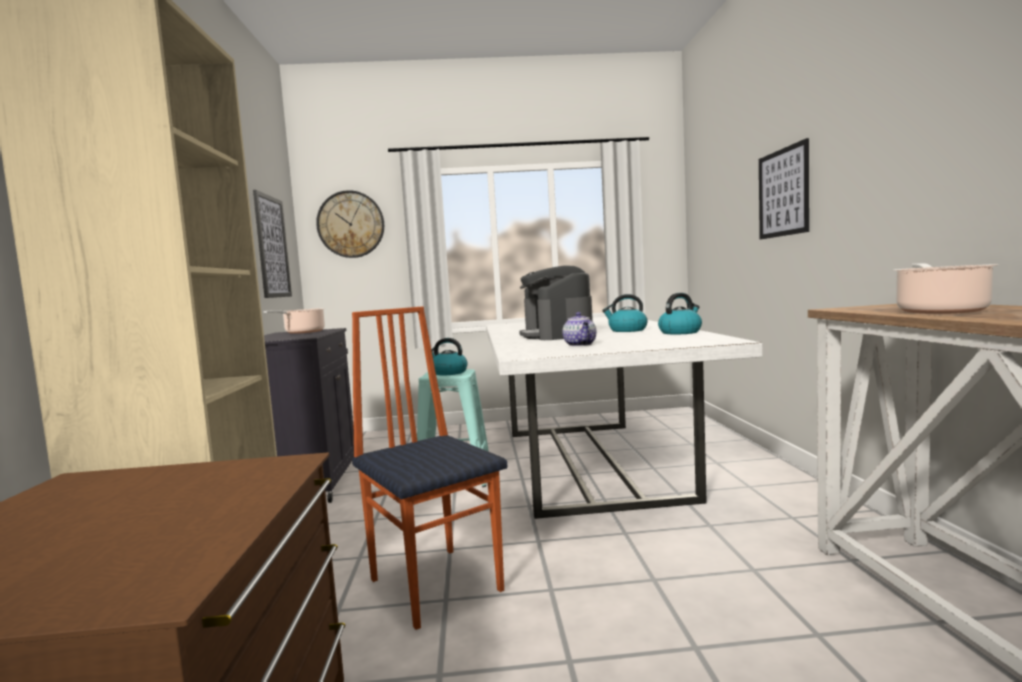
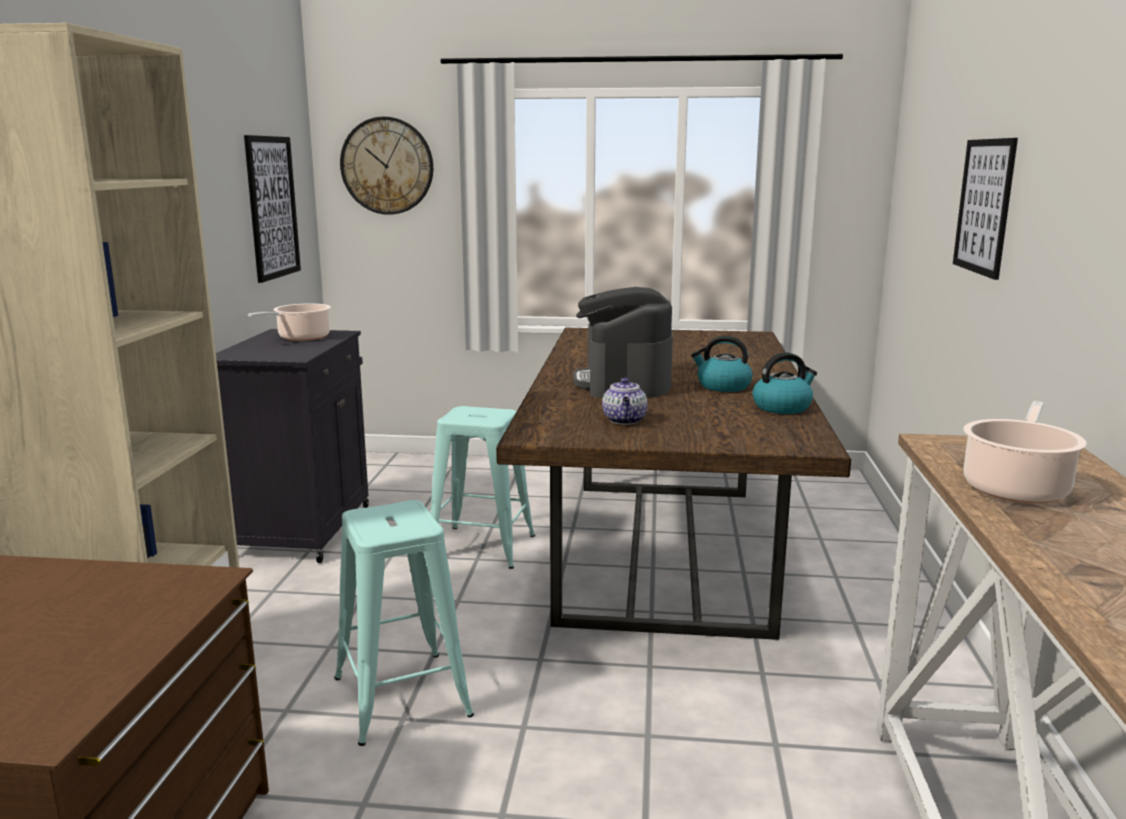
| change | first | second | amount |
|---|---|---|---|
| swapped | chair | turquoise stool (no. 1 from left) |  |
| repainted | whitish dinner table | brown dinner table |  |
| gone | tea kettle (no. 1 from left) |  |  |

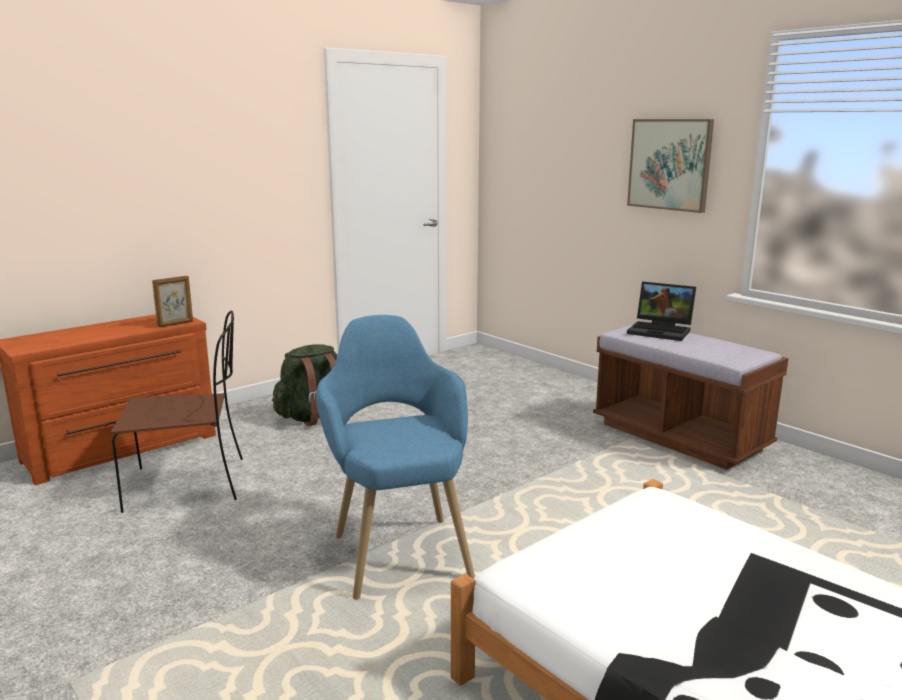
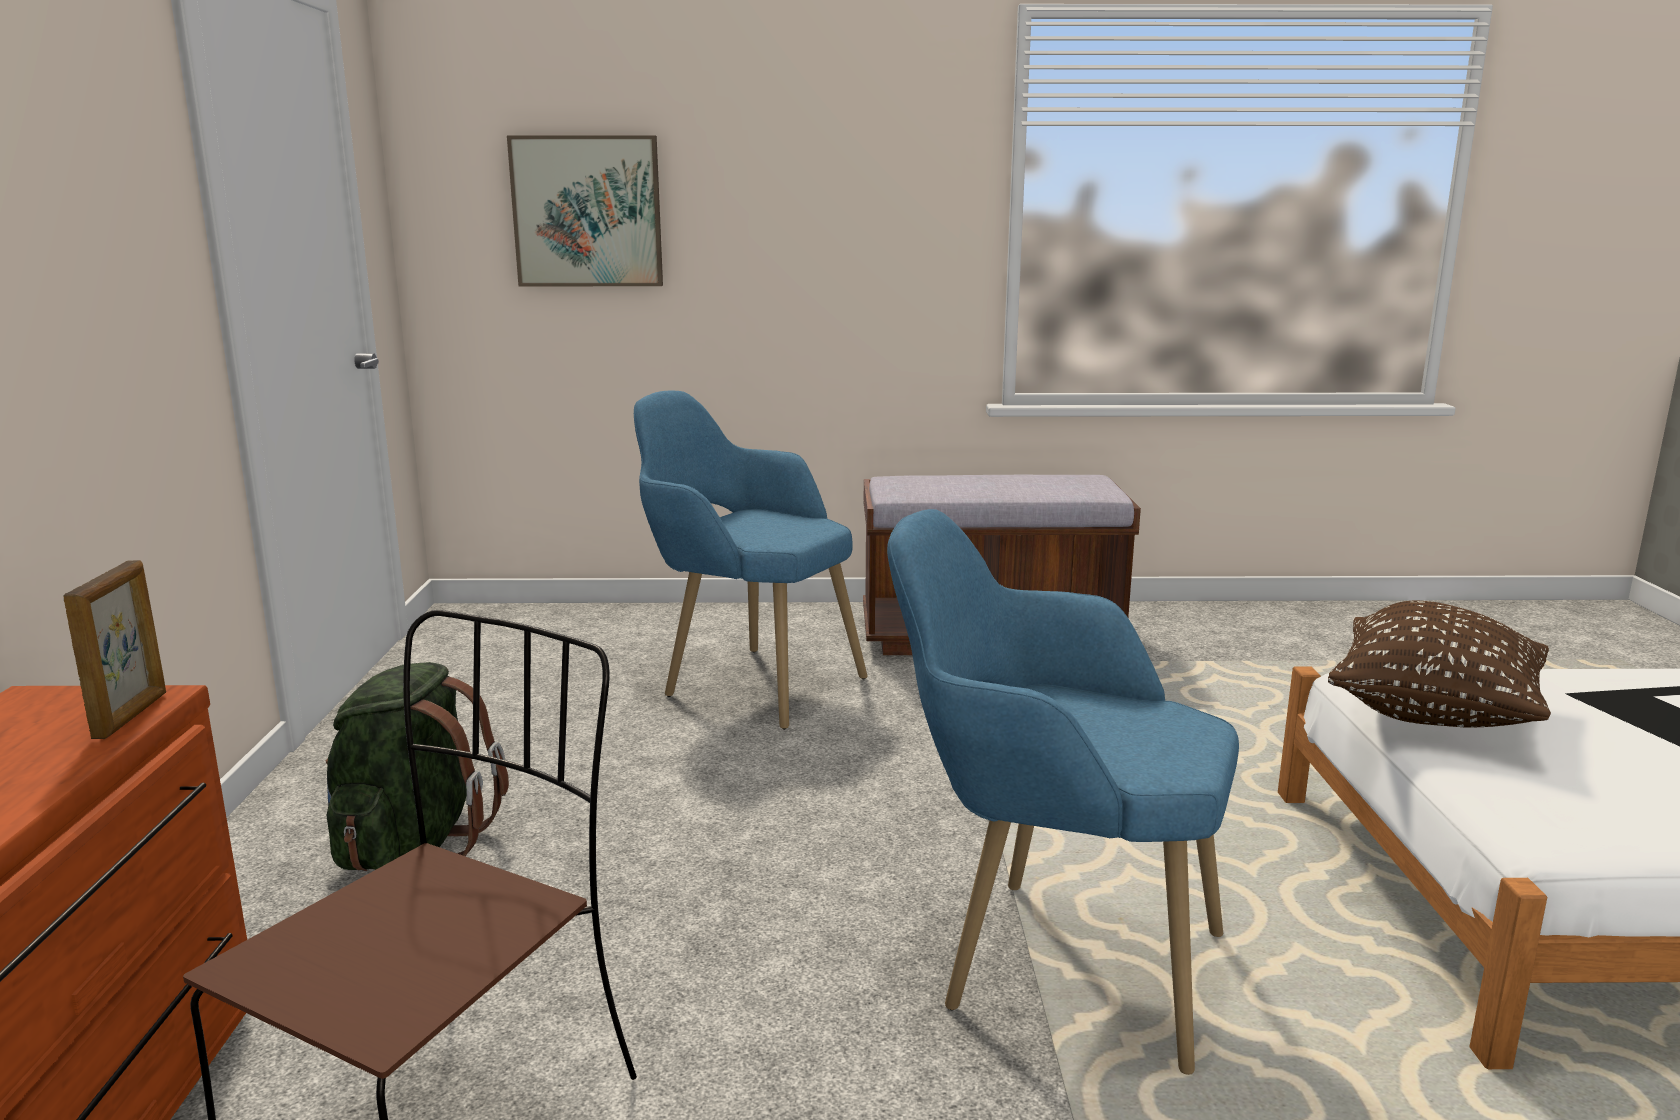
| change | first | second | amount |
|---|---|---|---|
| shifted | wall picture |  |  |
| new |  | blue-coloured armchair (no. 1 from left) |  |
| new |  | brown pillow |  |
| gone | portable computer |  |  |

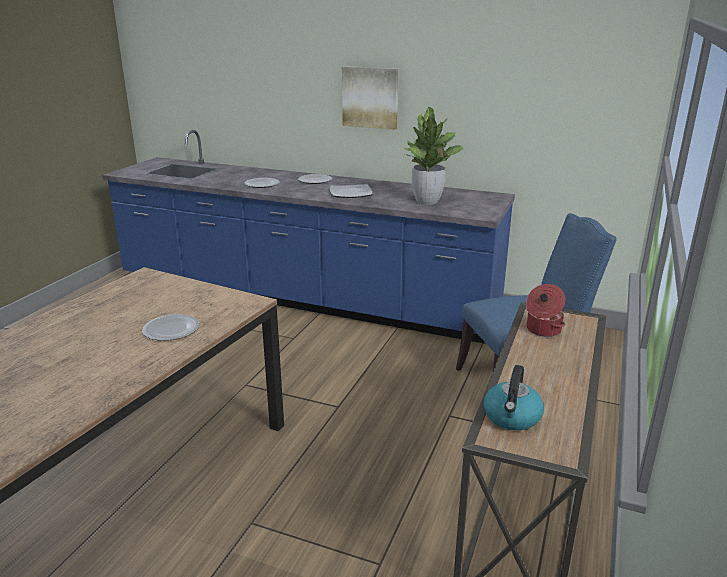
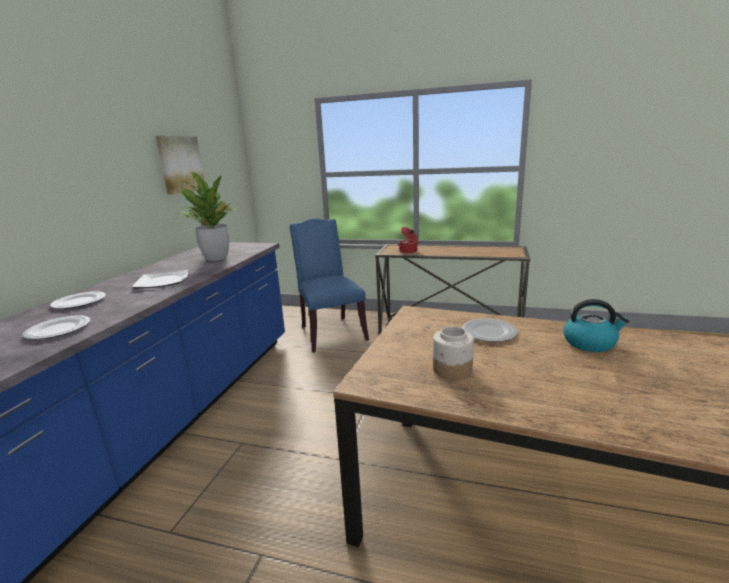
| change | first | second | amount |
|---|---|---|---|
| shifted | wall picture |  |  |
| new |  | jar |  |
| shifted | tea kettle |  |  |

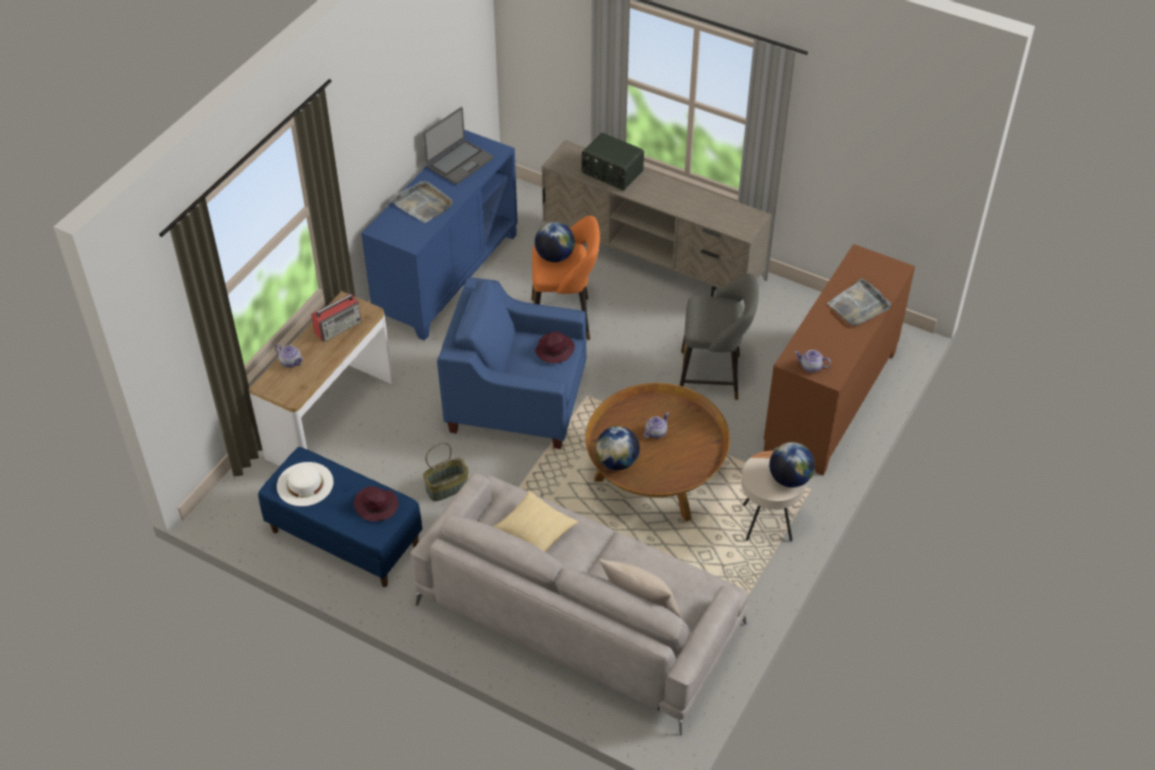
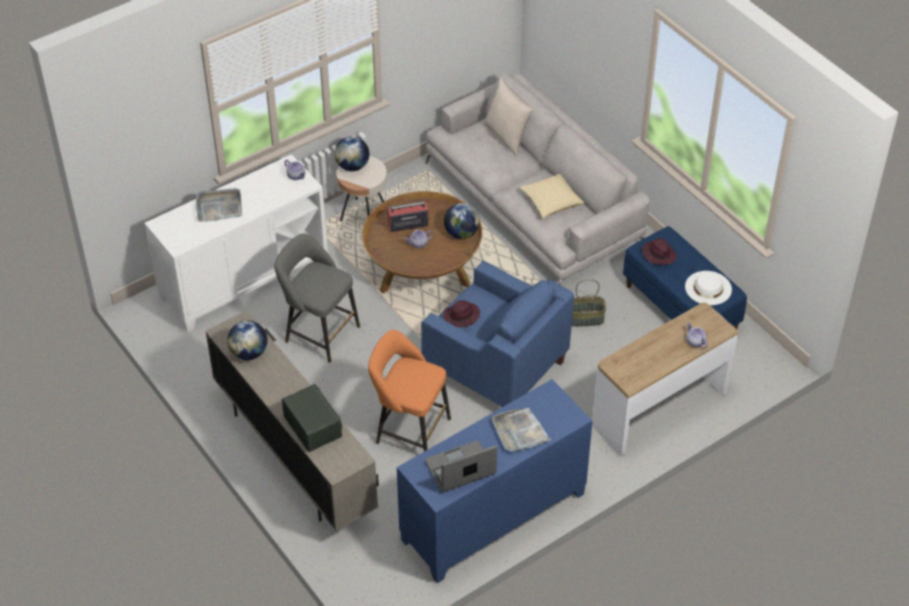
| change | first | second | amount |
|---|---|---|---|
| repainted | brown cupboard | whitish cupboard |  |
| shifted | globe (no. 1 from left) |  |  |
| shifted | radio (no. 1 from left in the first image) | radio (no. 2 from left) |  |

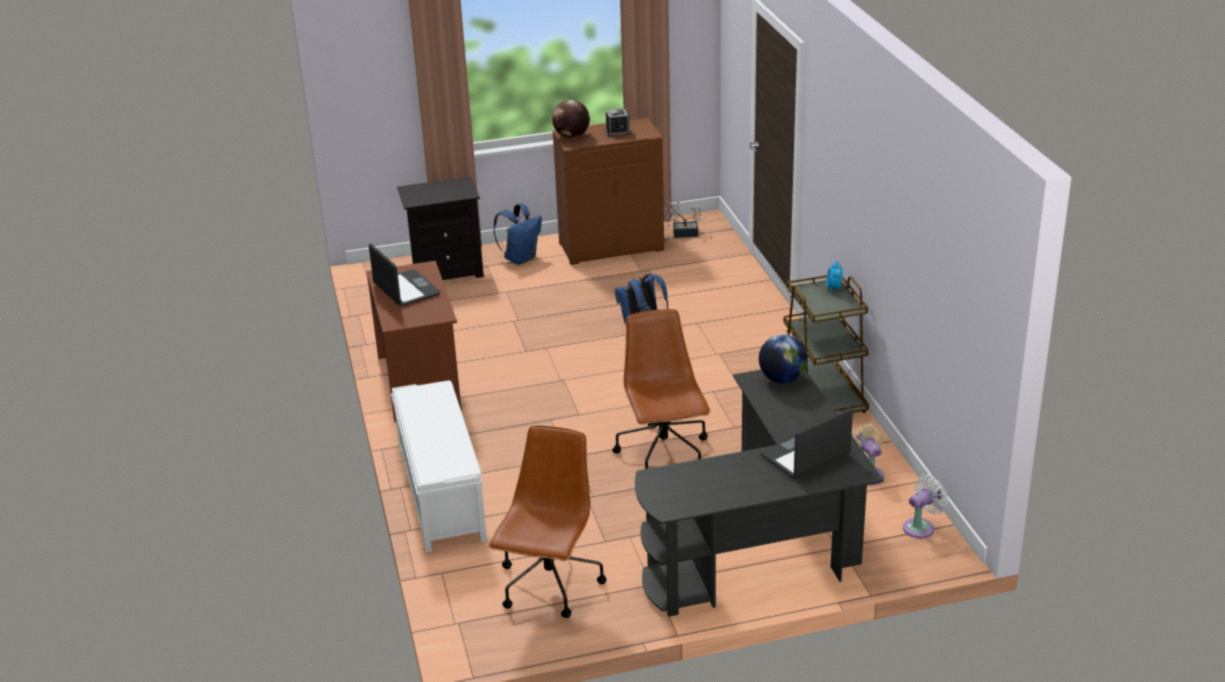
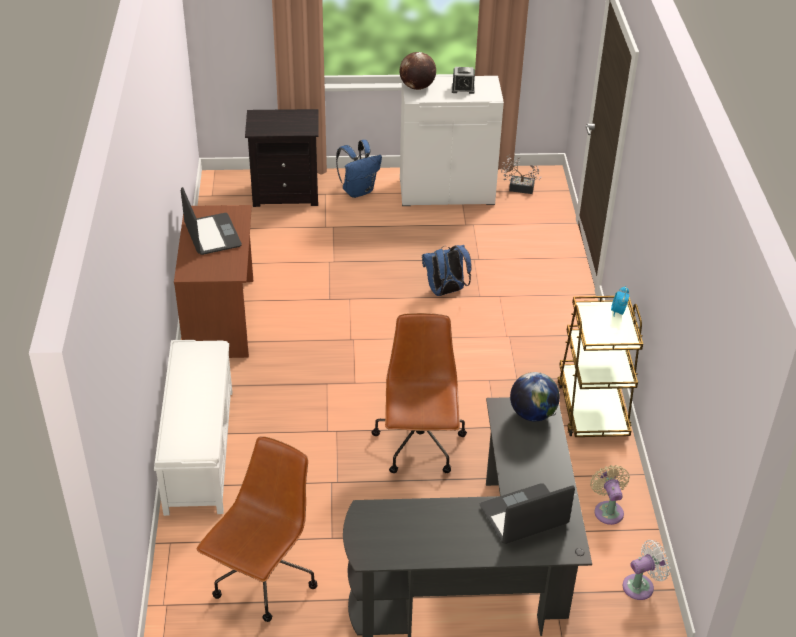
| change | first | second | amount |
|---|---|---|---|
| repainted | brown cupboard | whitish cupboard |  |

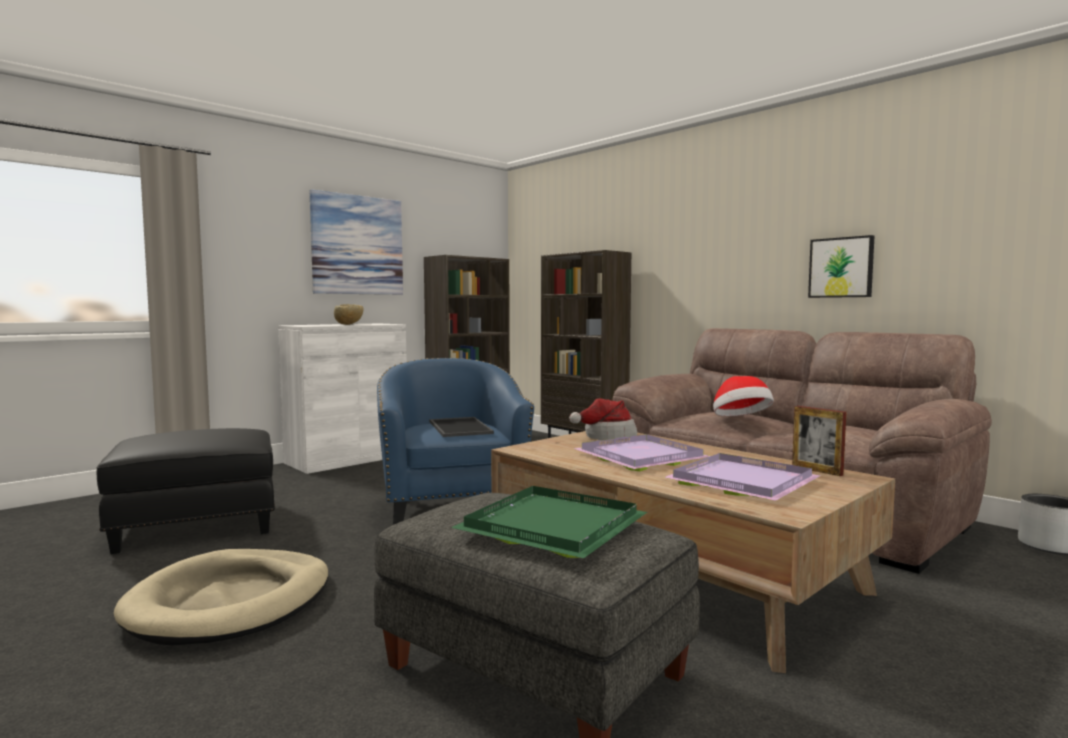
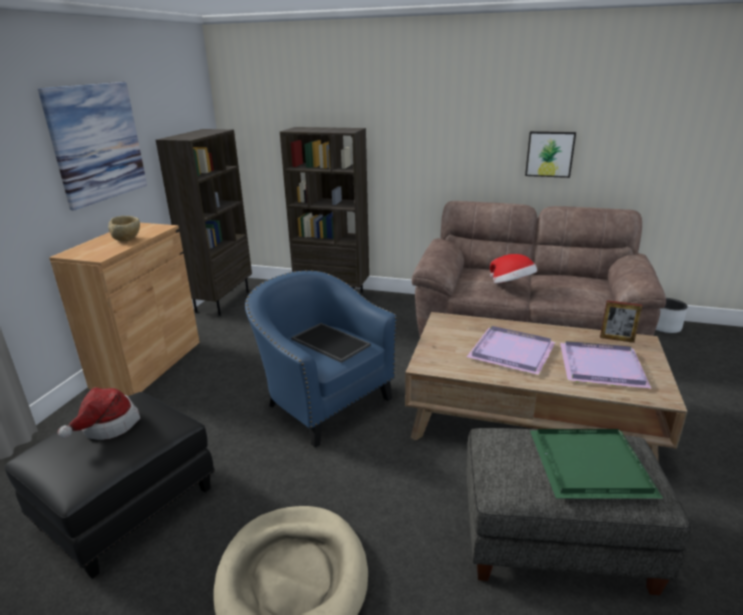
| change | first | second | amount |
|---|---|---|---|
| repainted | whitish cupboard | brown cupboard |  |
| shifted | wearable hat (no. 1 from left) |  |  |

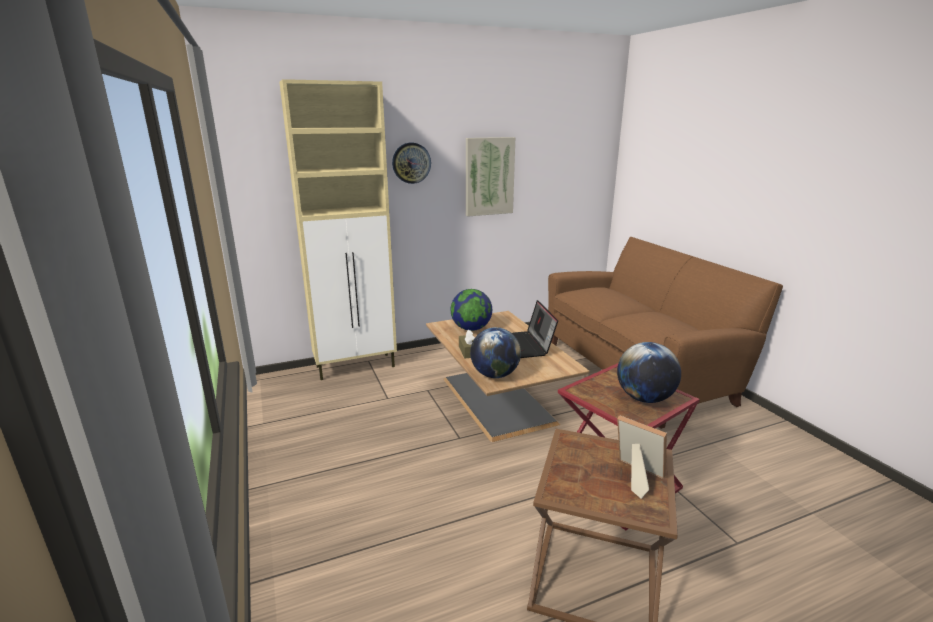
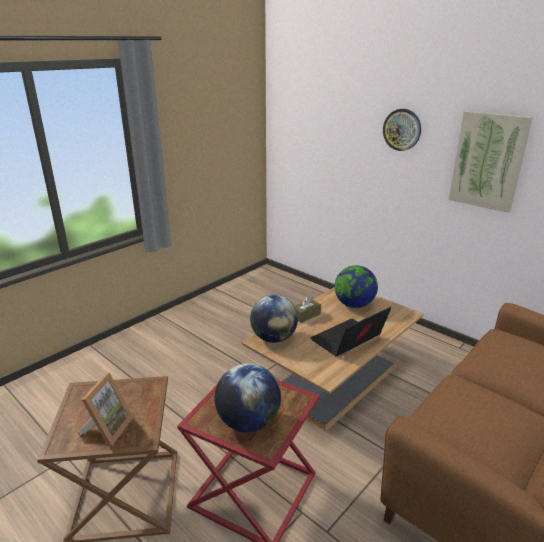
| change | first | second | amount |
|---|---|---|---|
| gone | sand-coloured cupboard |  |  |

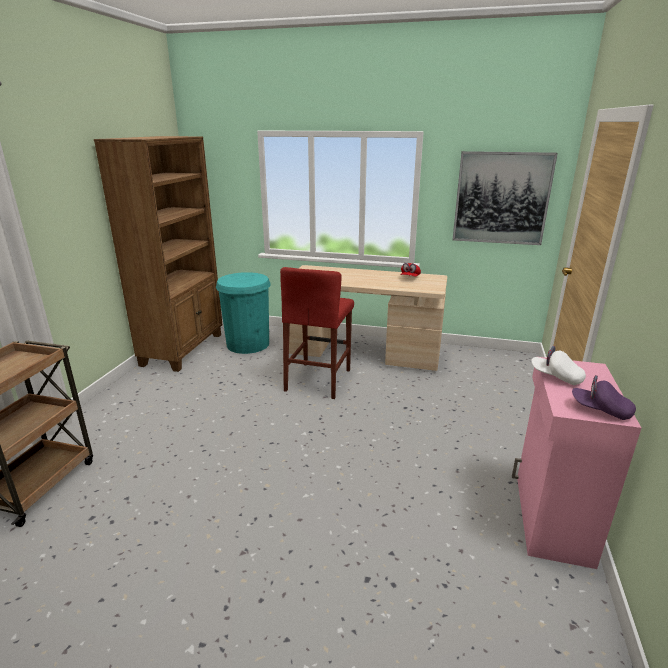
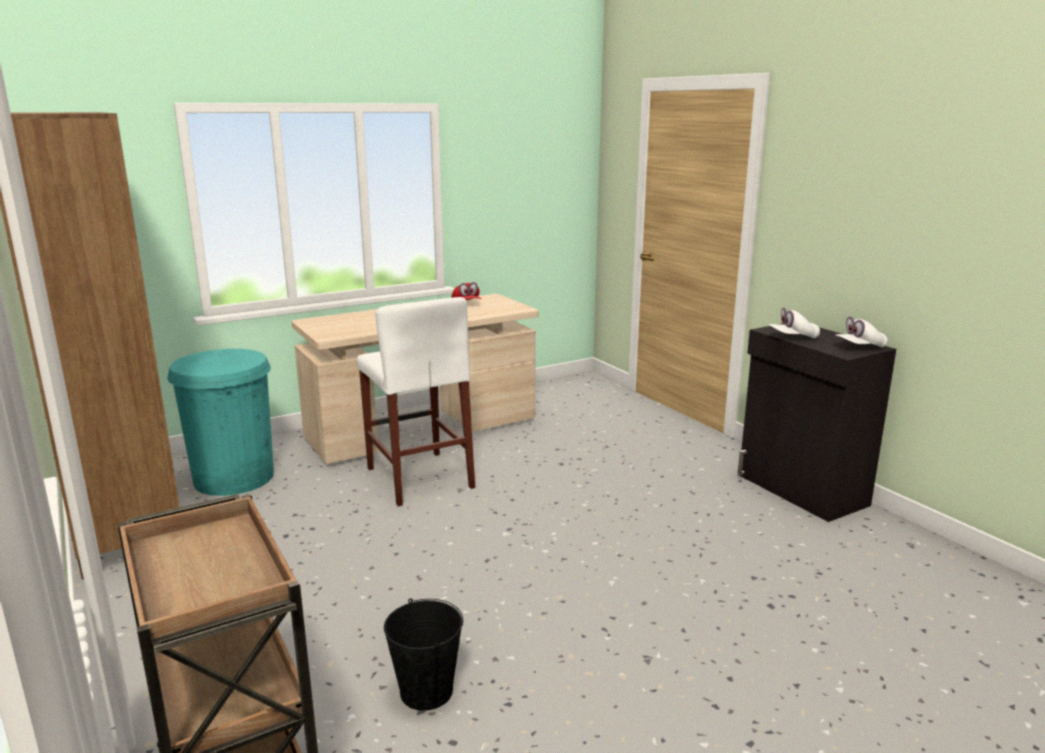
| change | first | second | amount |
|---|---|---|---|
| repainted | red stool | whitish stool |  |
| new |  | blackish pail |  |
| repainted | pinkish cupboard | blackish cupboard |  |
| repainted | purple-coloured baseball cap | whitish baseball cap (no. 2 from left) |  |
| gone | wall picture |  |  |

